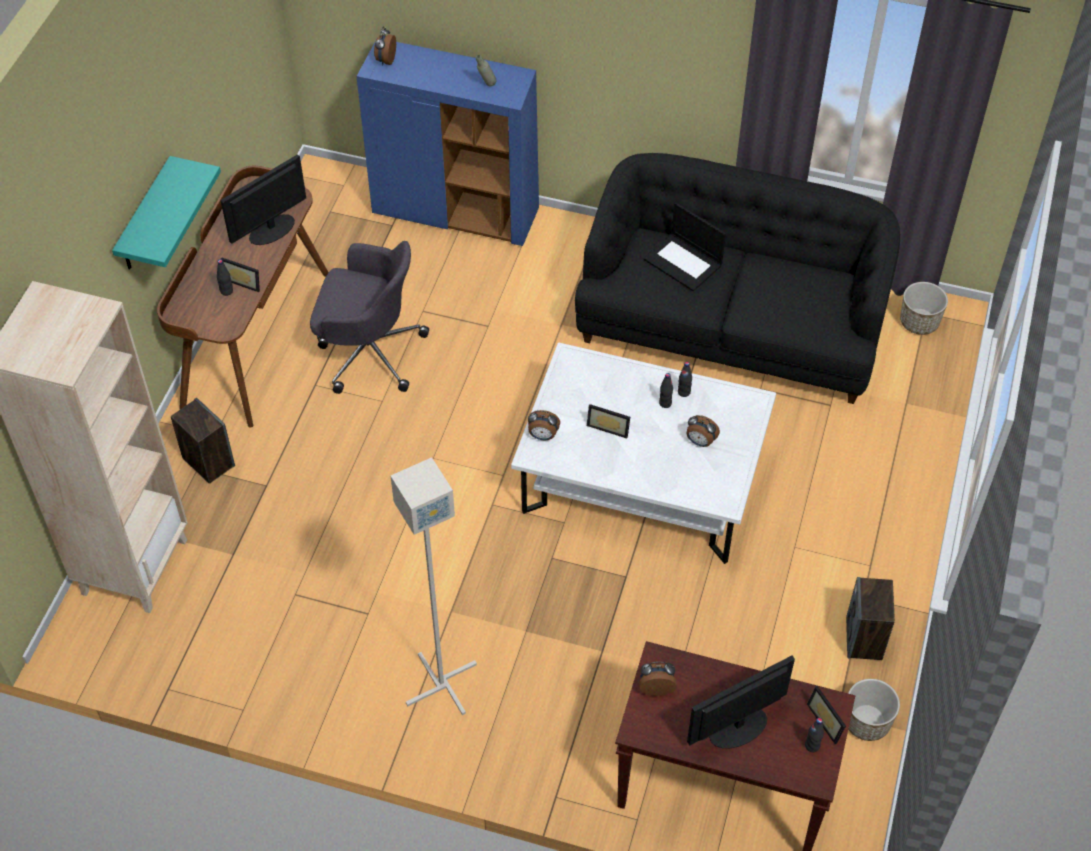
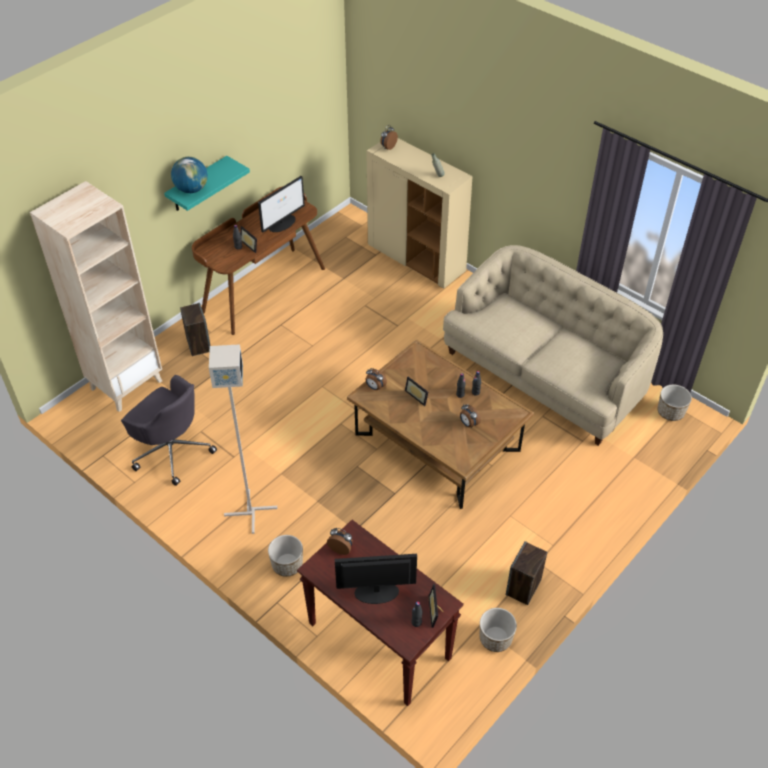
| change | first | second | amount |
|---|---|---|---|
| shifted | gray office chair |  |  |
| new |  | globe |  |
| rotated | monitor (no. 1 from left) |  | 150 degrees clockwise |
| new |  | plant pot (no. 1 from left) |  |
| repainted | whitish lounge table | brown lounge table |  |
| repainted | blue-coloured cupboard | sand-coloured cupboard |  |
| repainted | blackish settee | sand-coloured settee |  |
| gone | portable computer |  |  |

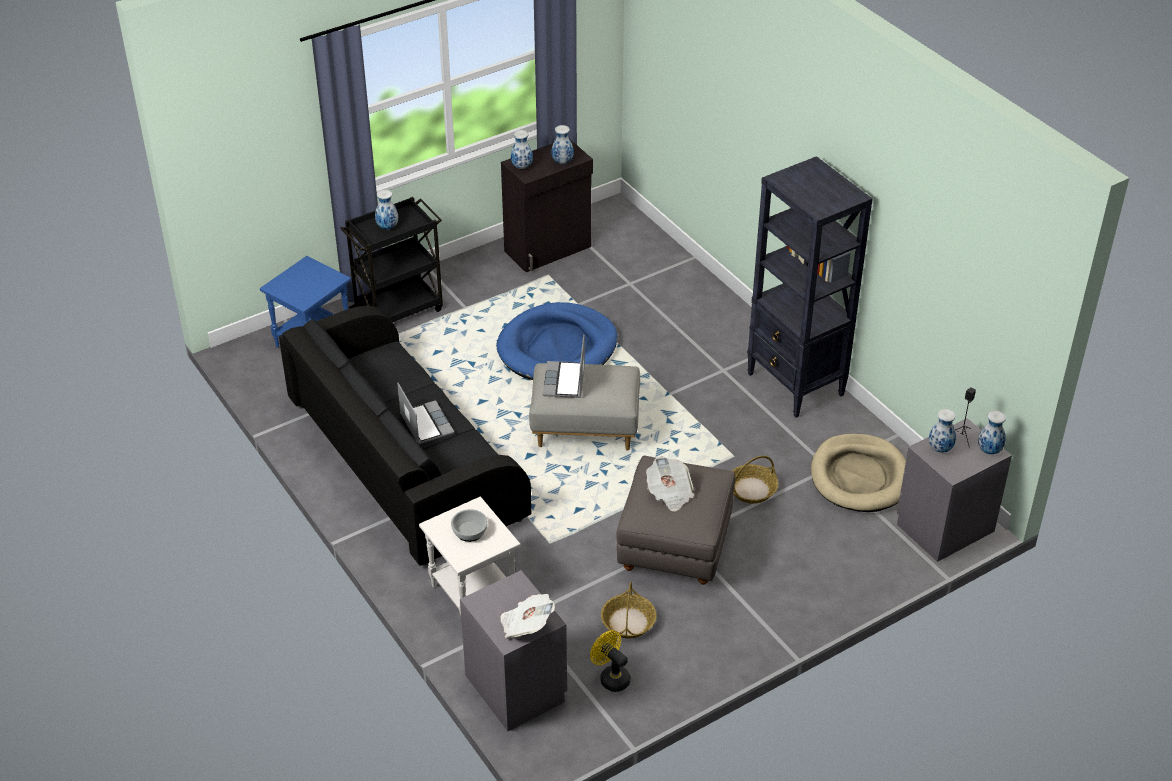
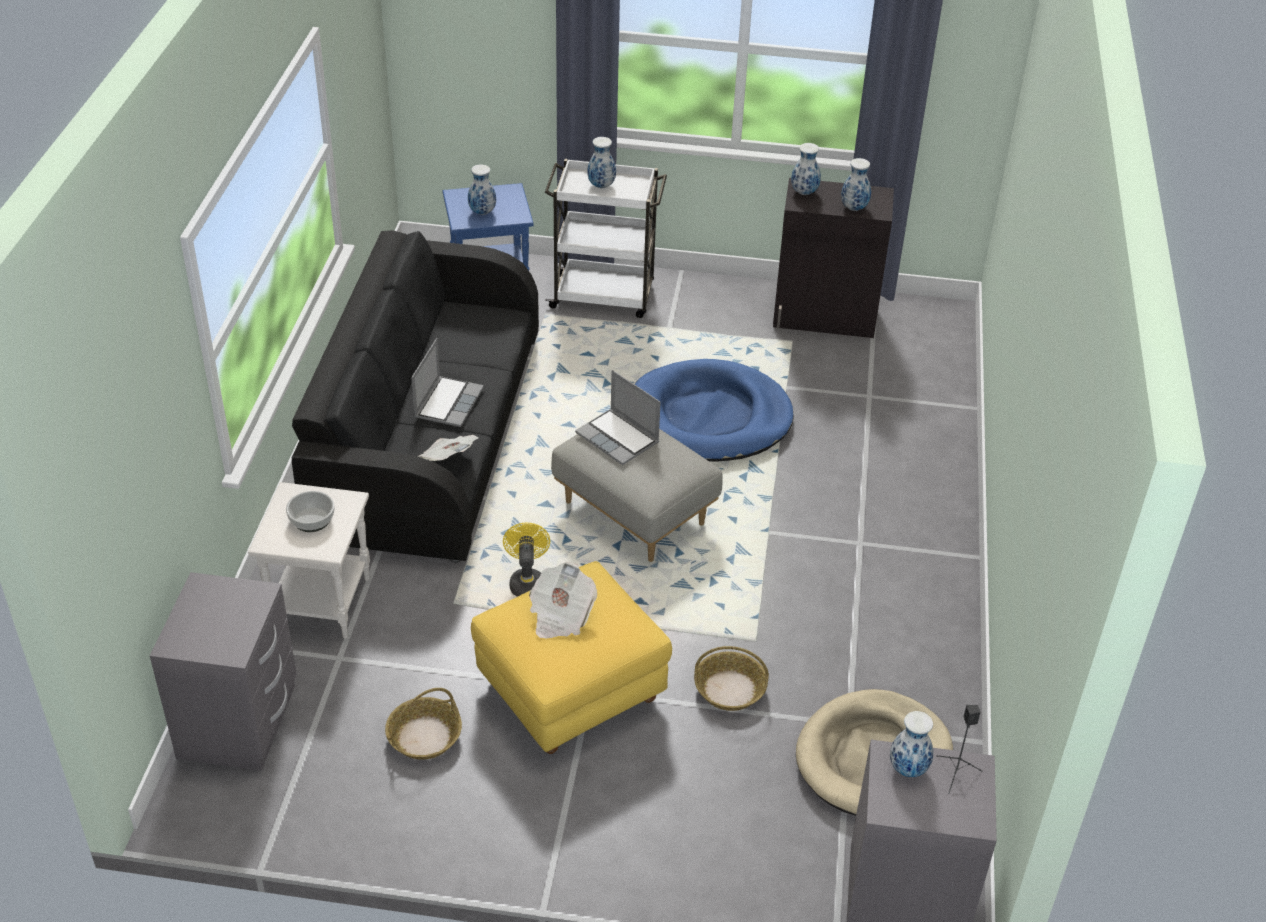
| change | first | second | amount |
|---|---|---|---|
| shifted | daily paper (no. 1 from left) |  |  |
| shifted | decorative vase (no. 5 from left in the first image) | decorative vase (no. 1 from left) |  |
| repainted | gray pouffe (no. 2 from left) | yellowish pouffe |  |
| shifted | yellowish fan |  |  |
| repainted | blackish trolley | whitish trolley |  |
| rotated | portable computer (no. 2 from left) |  | 90 degrees counterclockwise |
| gone | blackish bookcase |  |  |

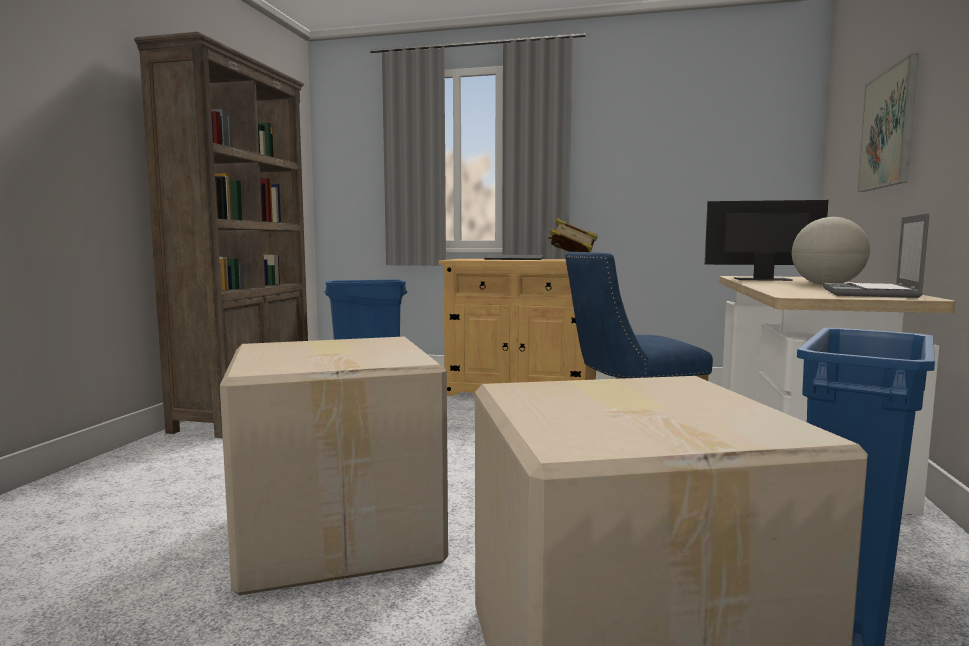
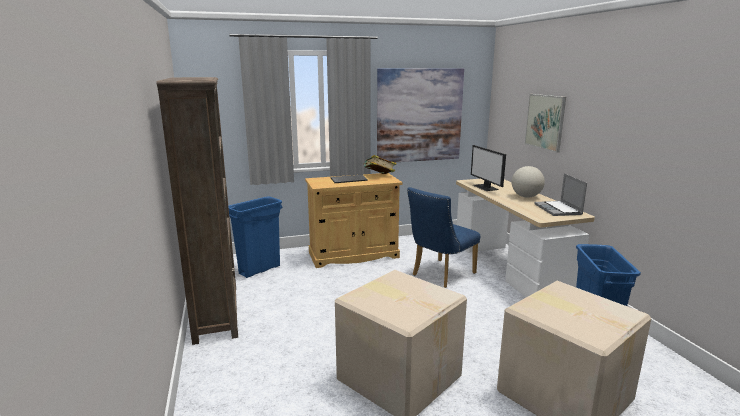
| change | first | second | amount |
|---|---|---|---|
| new |  | wall picture (no. 1 from left) |  |
| rotated | monitor |  | 90 degrees counterclockwise |

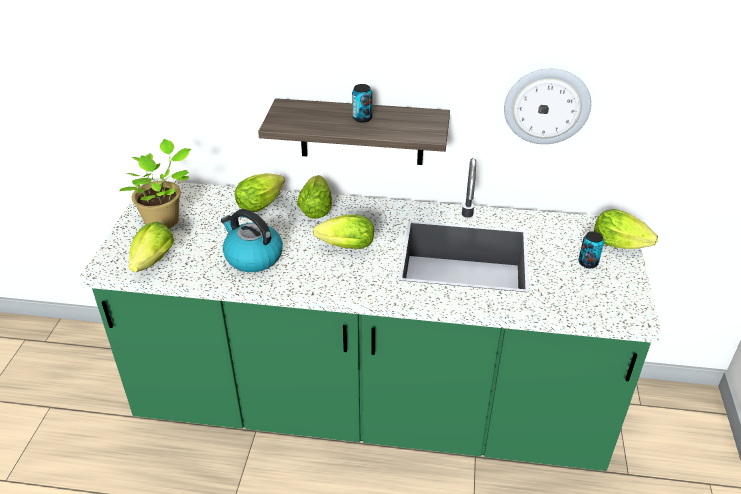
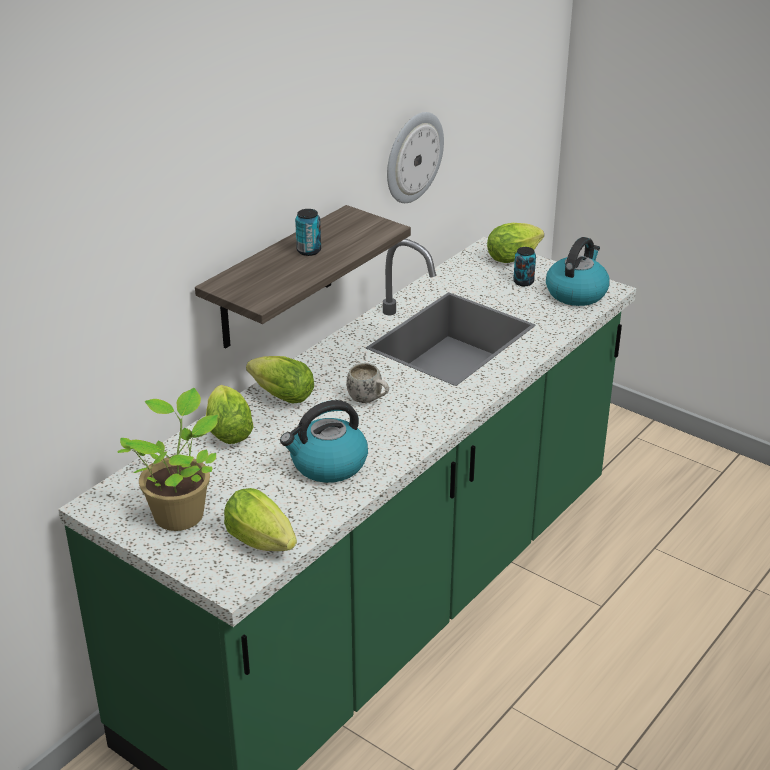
| change | first | second | amount |
|---|---|---|---|
| swapped | head of lettuce (no. 4 from left) | whitish mug |  |
| new |  | tea kettle (no. 2 from left) |  |

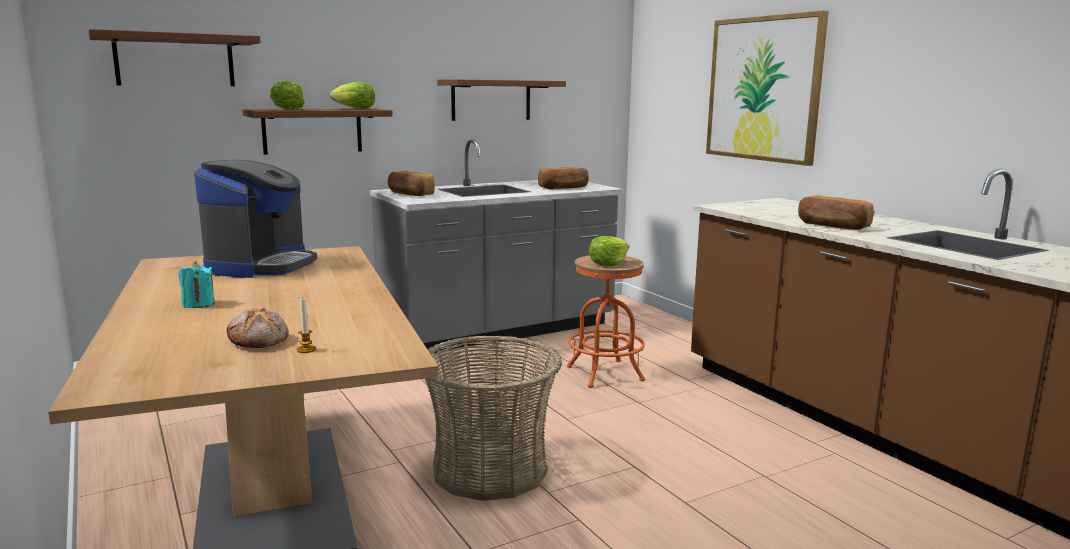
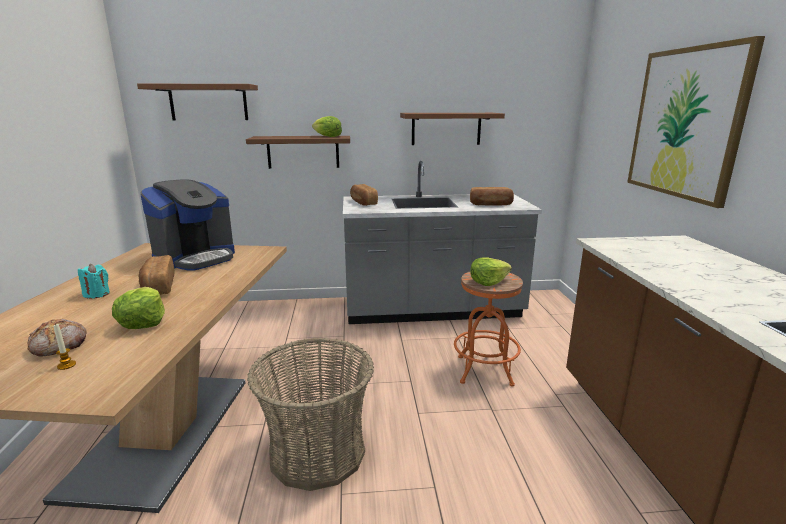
| change | first | second | amount |
|---|---|---|---|
| shifted | head of lettuce (no. 1 from left) |  |  |
| shifted | bread (no. 4 from left in the first image) | bread (no. 2 from left) |  |

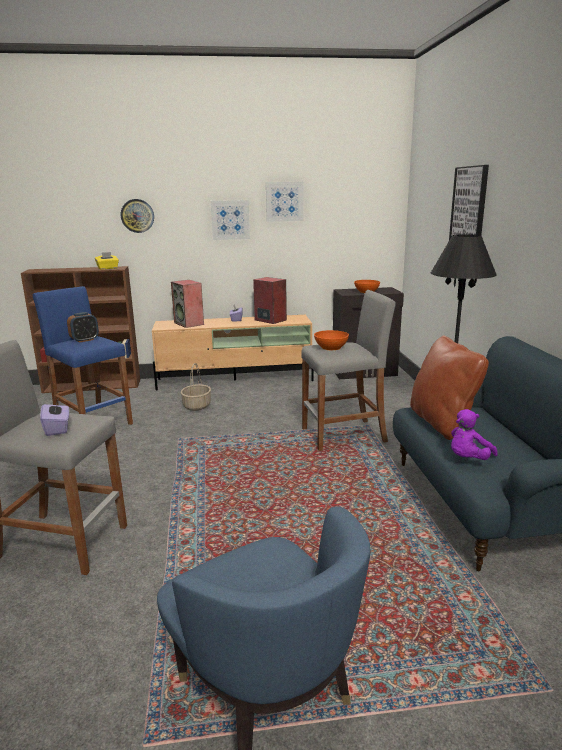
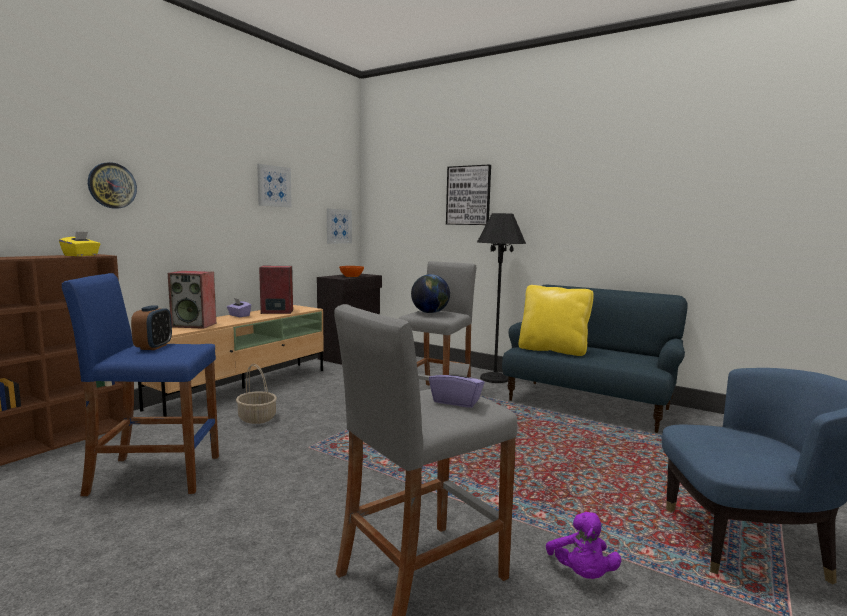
| change | first | second | amount |
|---|---|---|---|
| shifted | wall picture (no. 1 from left in the first image) | wall picture (no. 2 from left) |  |
| swapped | orange deep dish (no. 1 from left) | globe |  |
| repainted | brown pillow | yellowish pillow |  |
| shifted | purple-coloured plush toy |  |  |

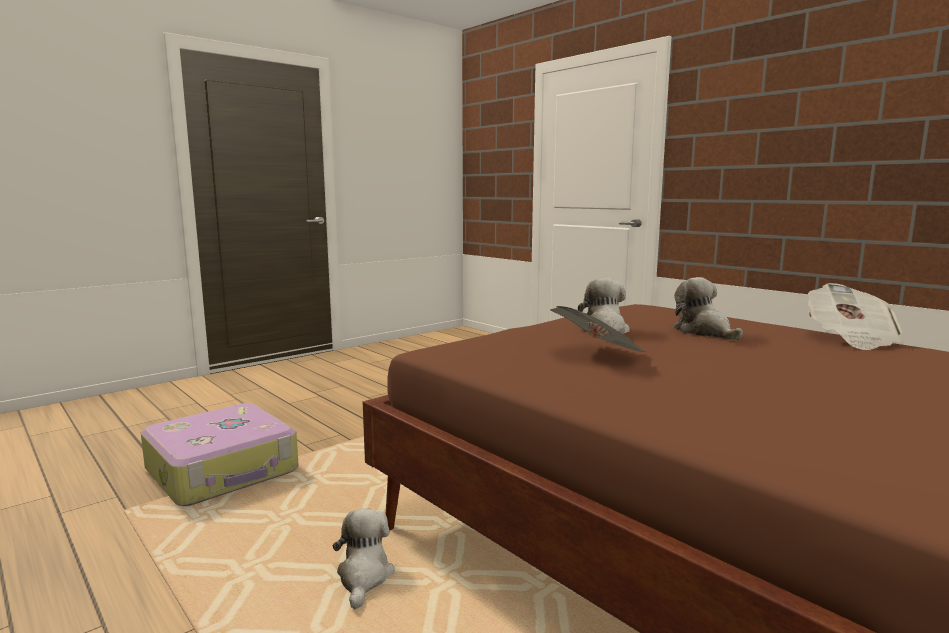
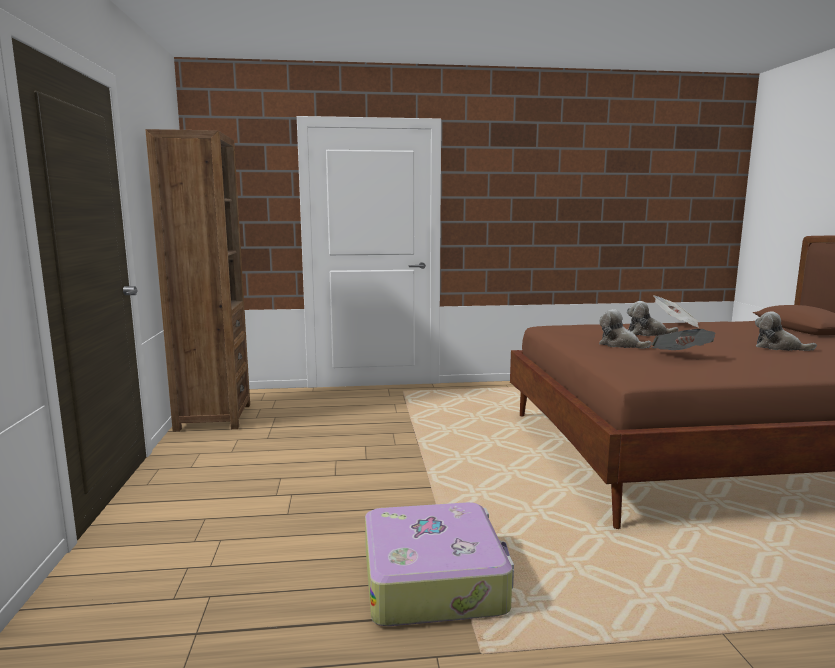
| change | first | second | amount |
|---|---|---|---|
| new |  | brown bookcase |  |
| shifted | plush toy (no. 1 from left in the first image) | plush toy (no. 3 from left) |  |

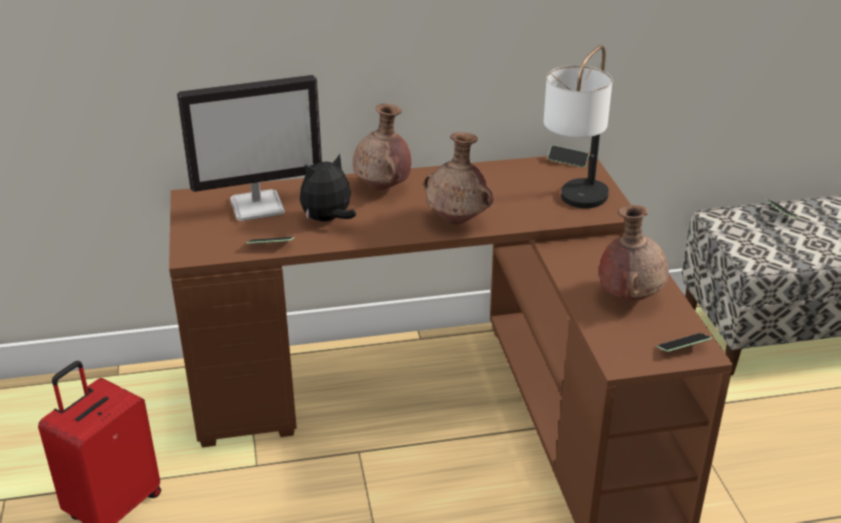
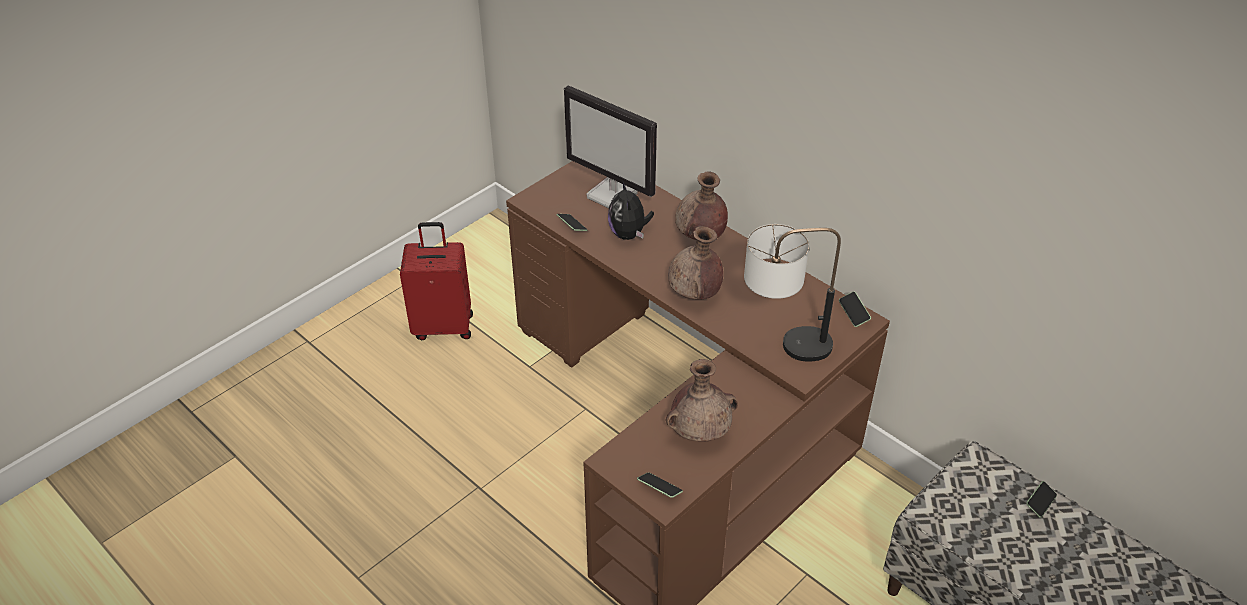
| change | first | second | amount |
|---|---|---|---|
| rotated | plush toy |  | 120 degrees counterclockwise |

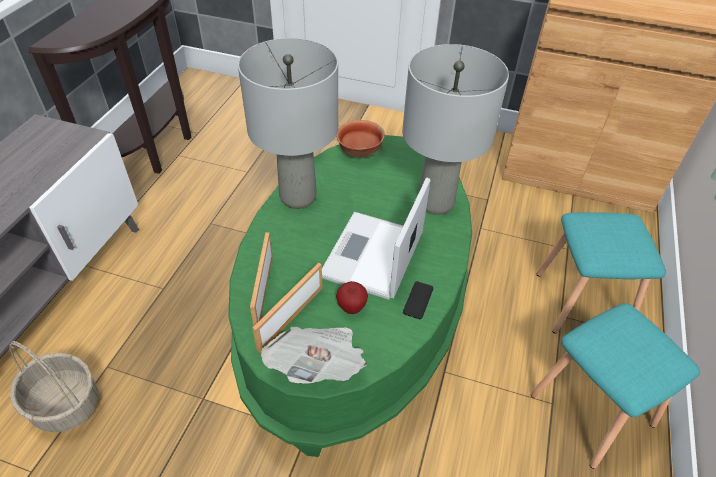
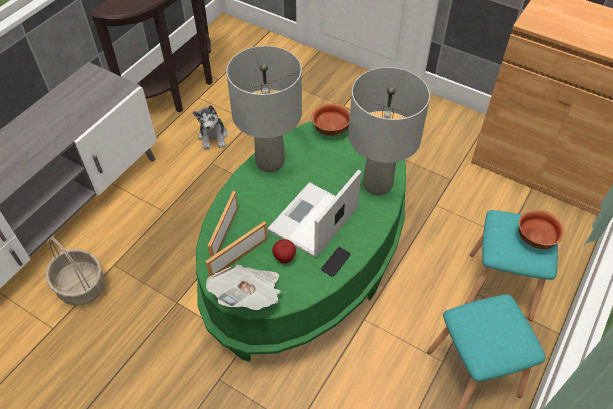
| change | first | second | amount |
|---|---|---|---|
| new |  | plush toy |  |
| new |  | deep dish (no. 2 from left) |  |

